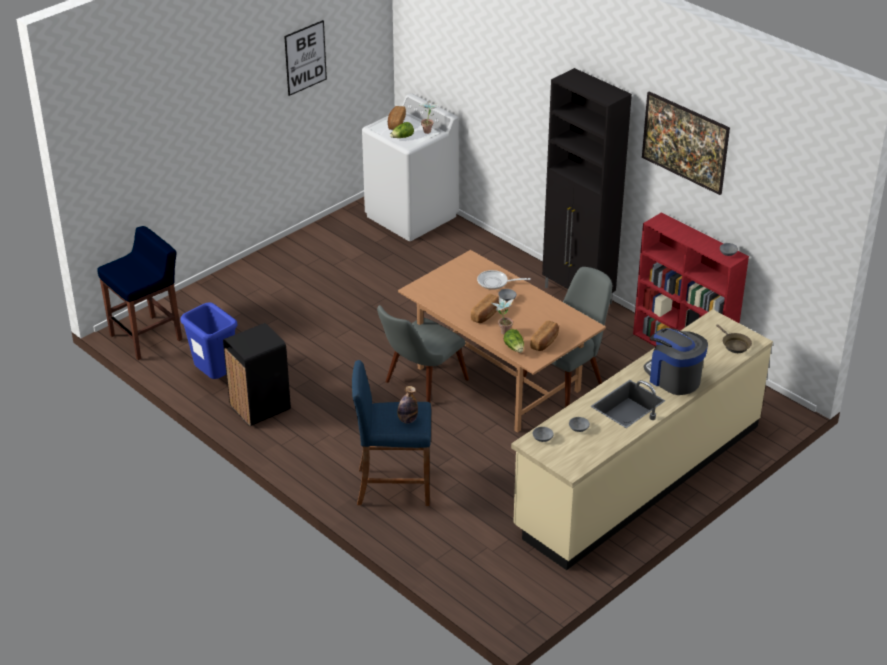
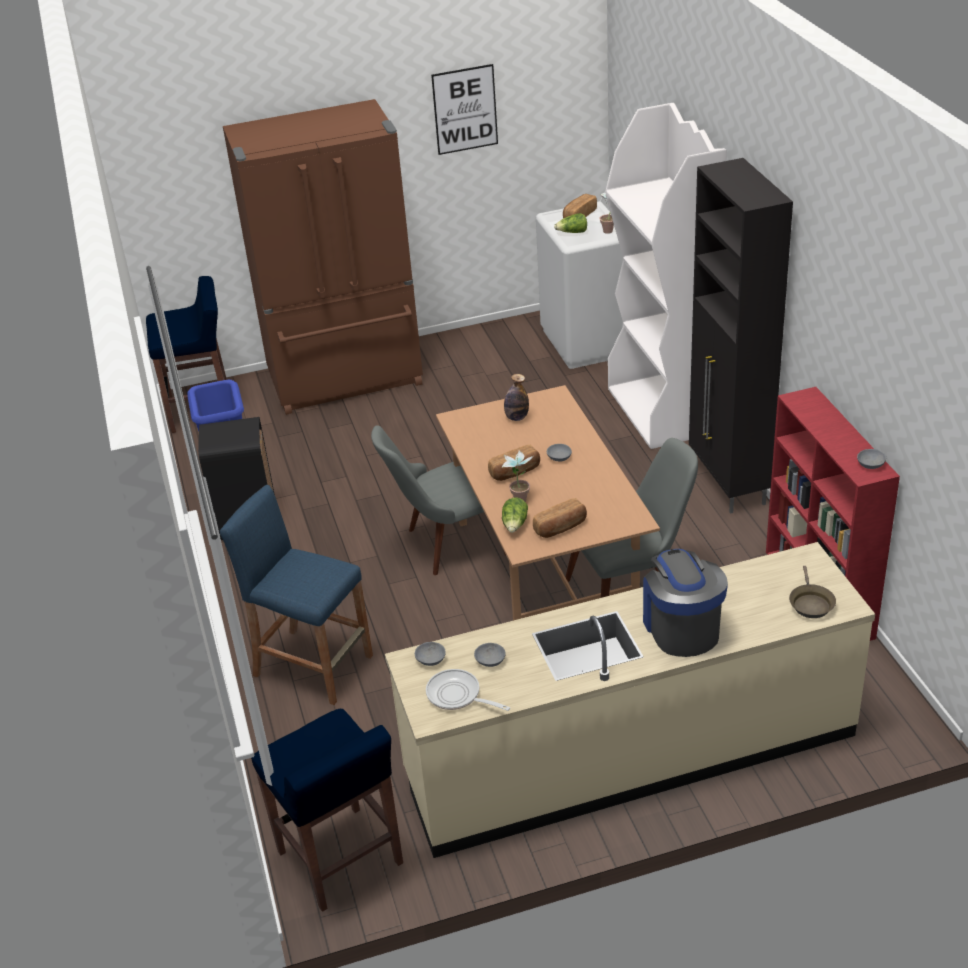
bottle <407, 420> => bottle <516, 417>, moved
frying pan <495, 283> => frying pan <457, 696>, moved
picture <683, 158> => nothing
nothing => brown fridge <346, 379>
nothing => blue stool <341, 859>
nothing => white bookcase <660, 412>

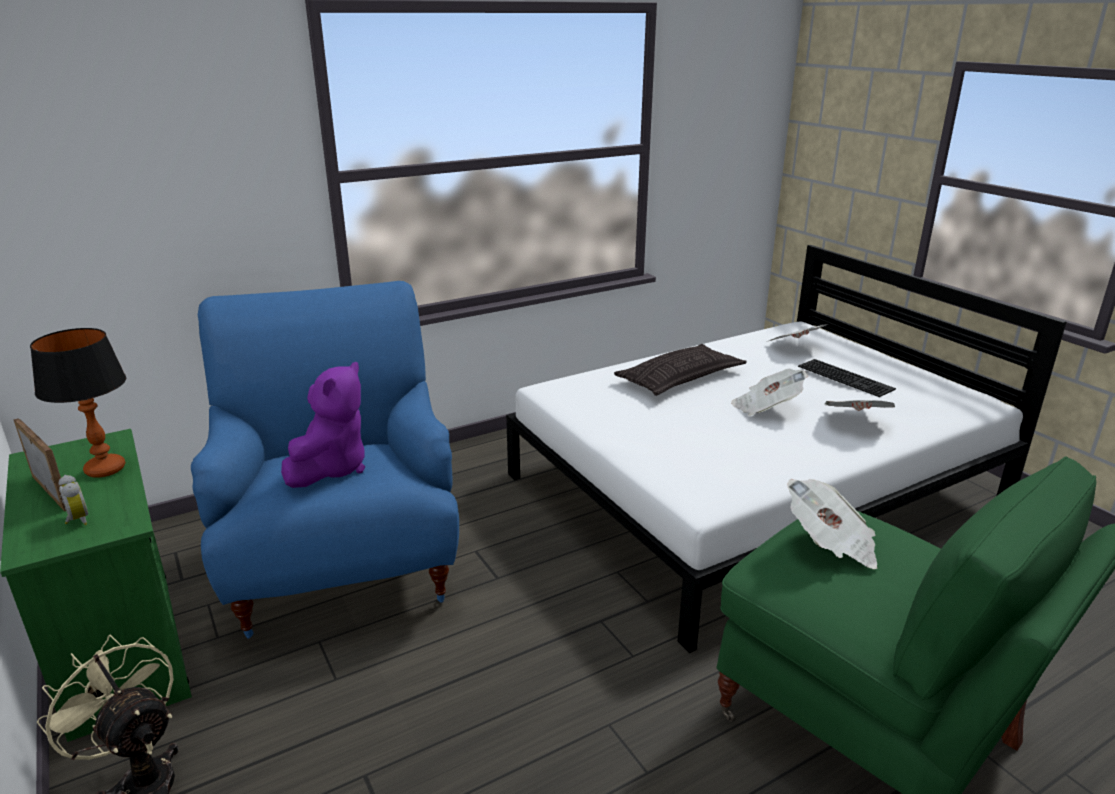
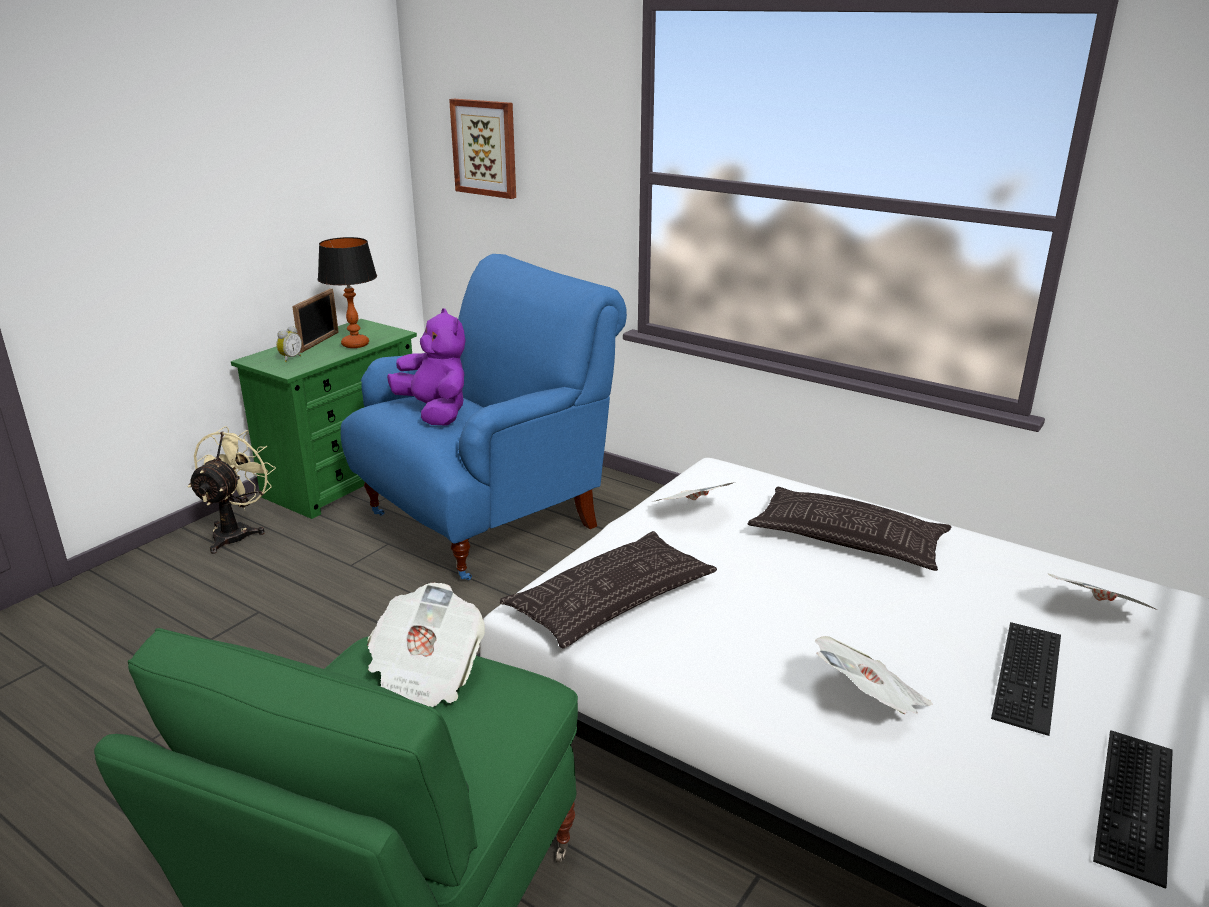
purple plush toy <331, 468> => purple plush toy <435, 412>, 120 degrees counterclockwise
newspaper <766, 408> => newspaper <691, 512>, moved
nothing => picture <485, 148>
nothing => pillow <611, 600>
nothing => keyboard <1139, 805>

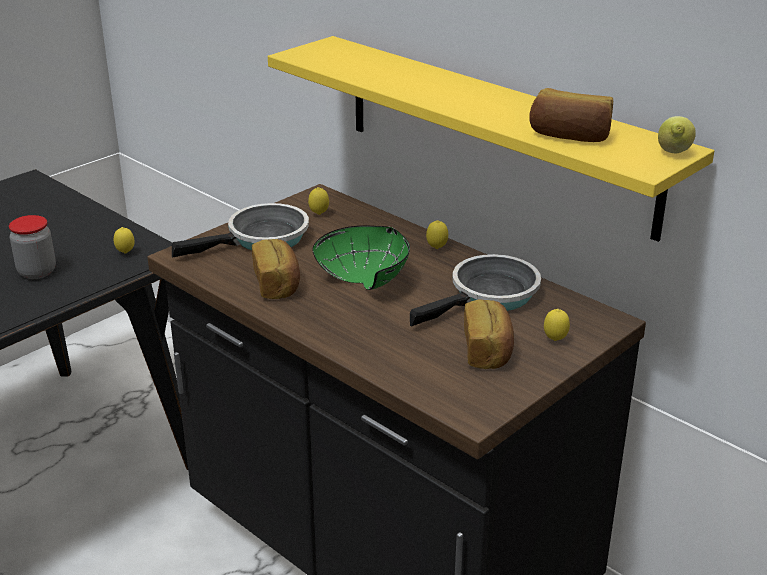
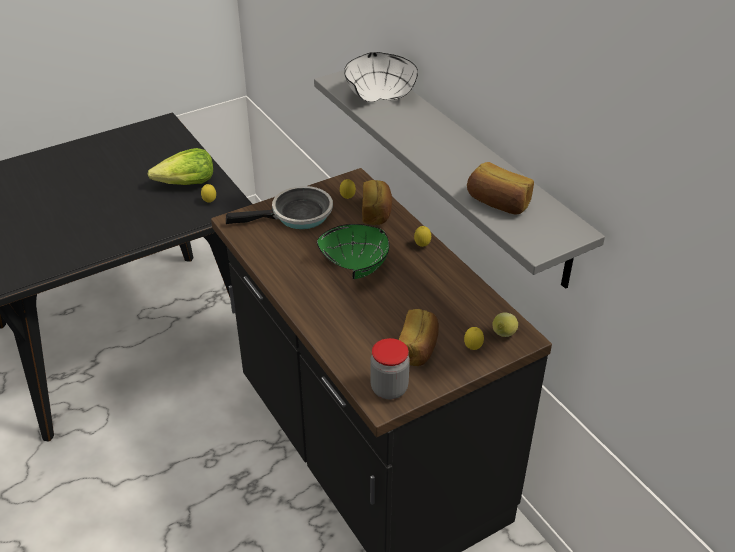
jar <37, 272> => jar <389, 388>, moved
bread <278, 284> => bread <377, 212>, moved
yellow shelf <495, 133> => grey shelf <470, 170>
frying pan <489, 296> => nothing
lemon <673, 154> => lemon <503, 335>, moved
nothing => lettuce <186, 184>
nothing => white bowl <377, 95>

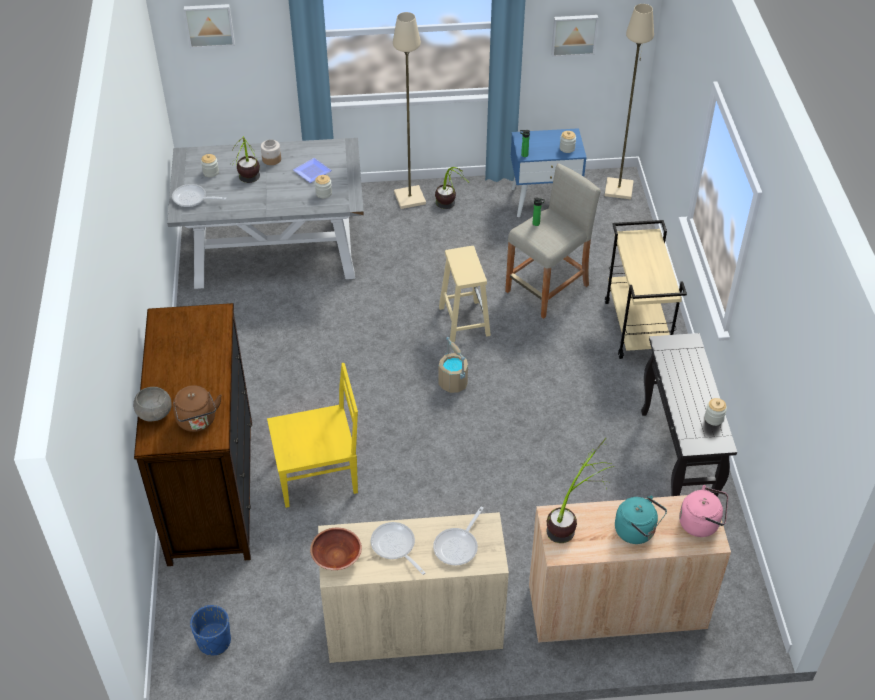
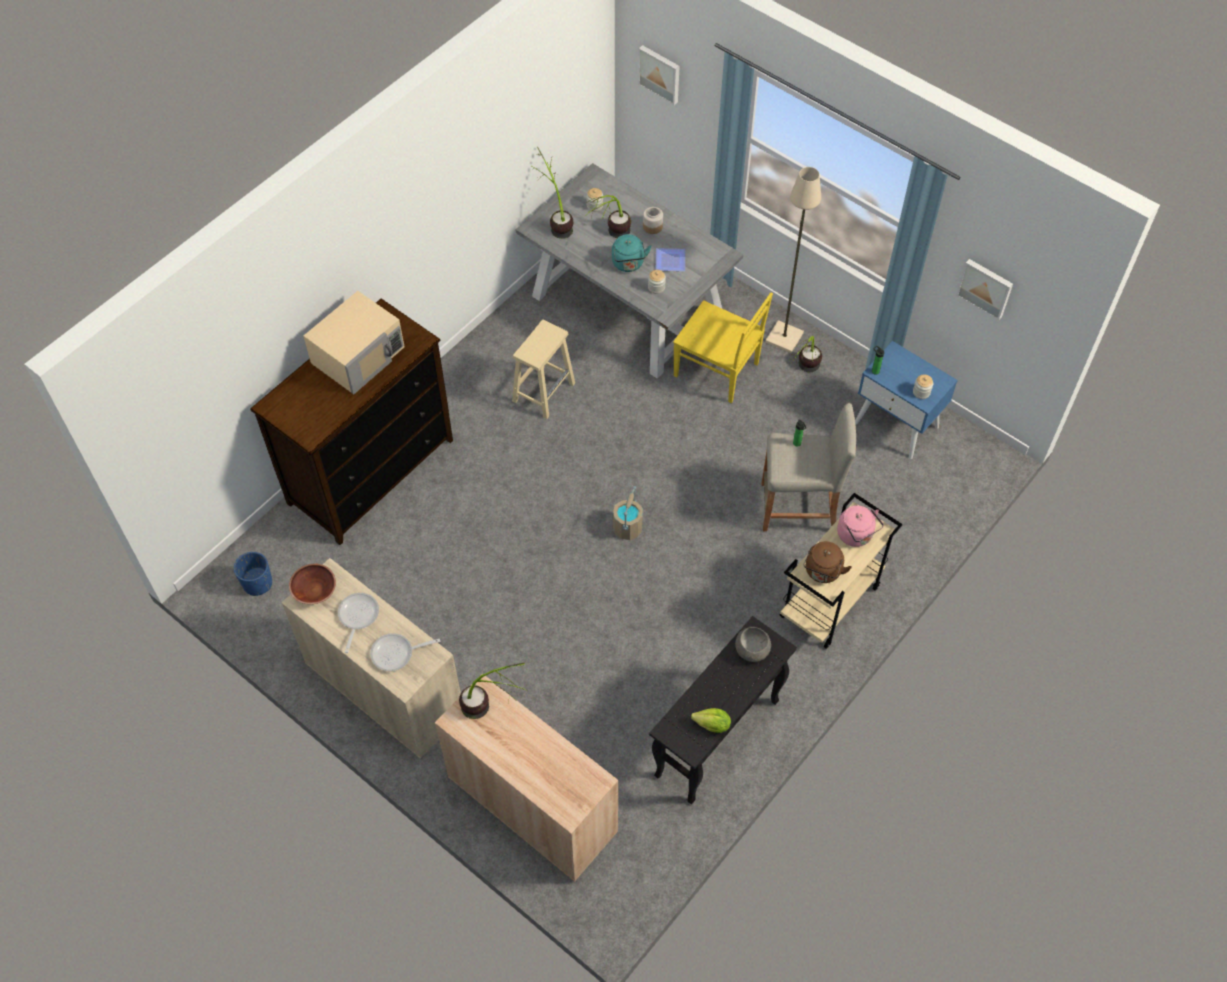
grey bowl <155, 412> => grey bowl <752, 650>, moved
frying pan <192, 199> => potted plant <555, 221>
brown kettle <198, 421> => brown kettle <822, 572>, moved
yellow chair <318, 475> => yellow chair <718, 371>, moved
beige stool <463, 320> => beige stool <544, 391>, moved
beige floor lamp <619, 189> => nothing
turquoise kettle <637, 531> => turquoise kettle <628, 264>, moved
pink kettle <701, 523> => pink kettle <856, 536>, moved
jar <714, 418> => lettuce <712, 725>
nothing => beige microwave <359, 355>

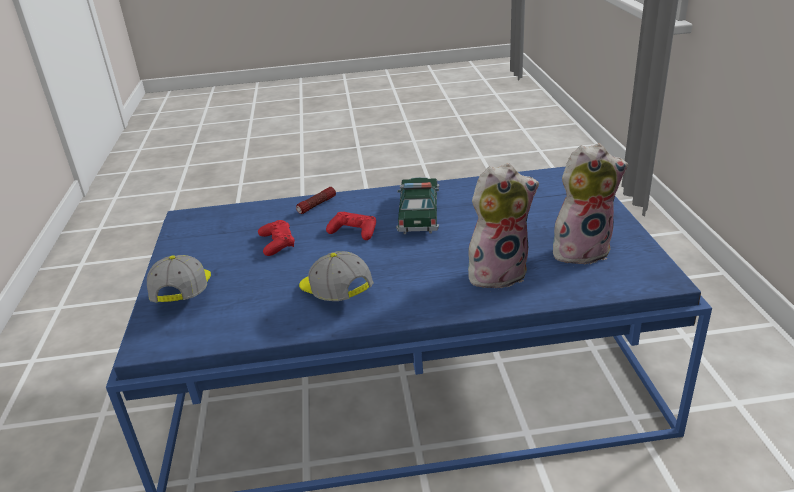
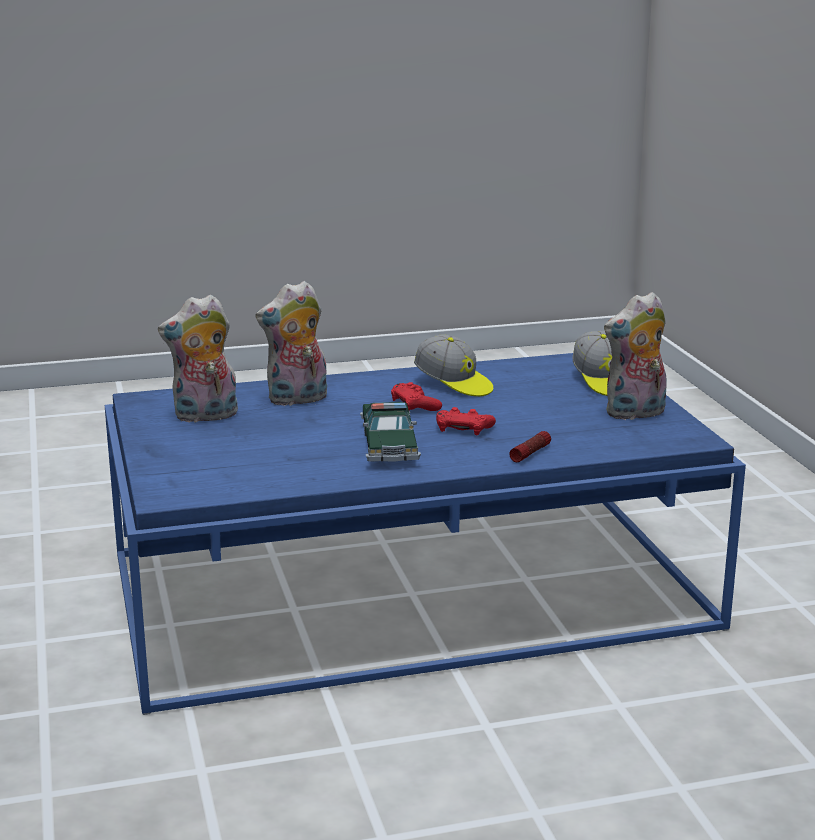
red game controller <277, 243> => red game controller <415, 405>, moved
nothing => plush toy <635, 414>

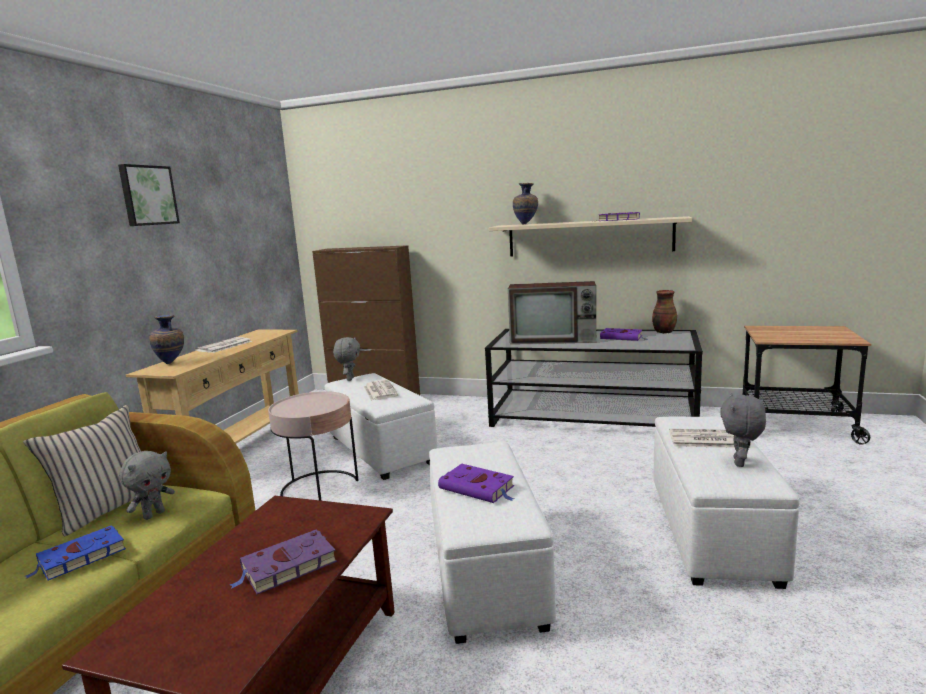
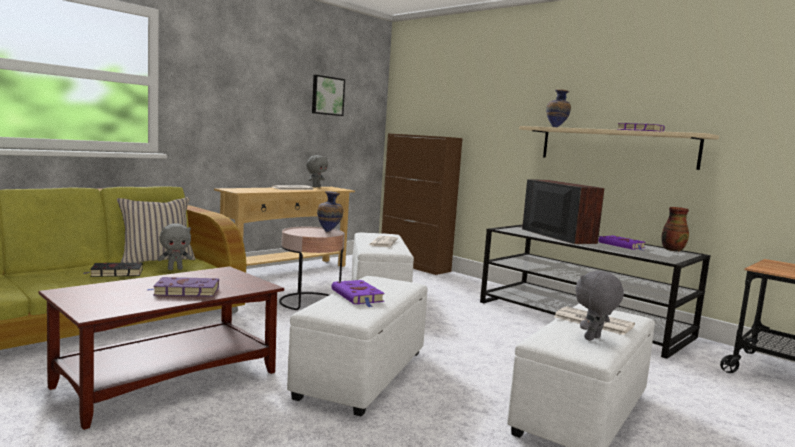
blue book <80, 557> => black book <115, 273>
picture <147, 195> => picture <327, 96>, moved
vase <171, 363> => vase <329, 231>, moved
grey plush toy <349, 379> => grey plush toy <316, 187>, moved
television <554, 339> => television <556, 235>, 150 degrees counterclockwise

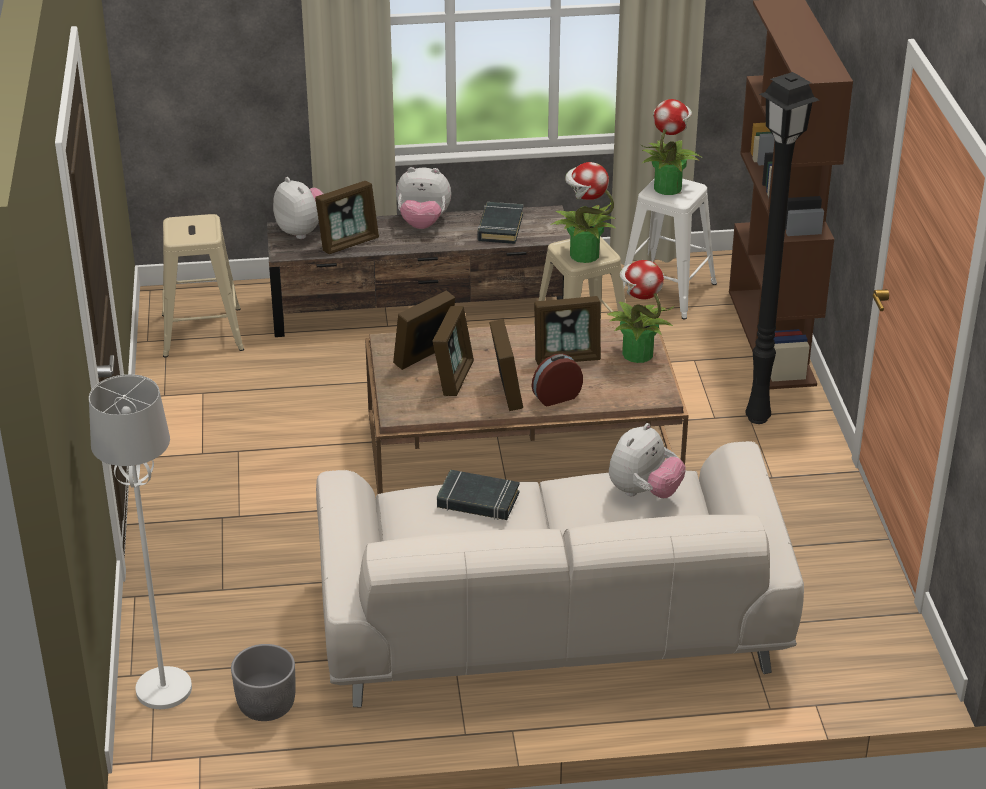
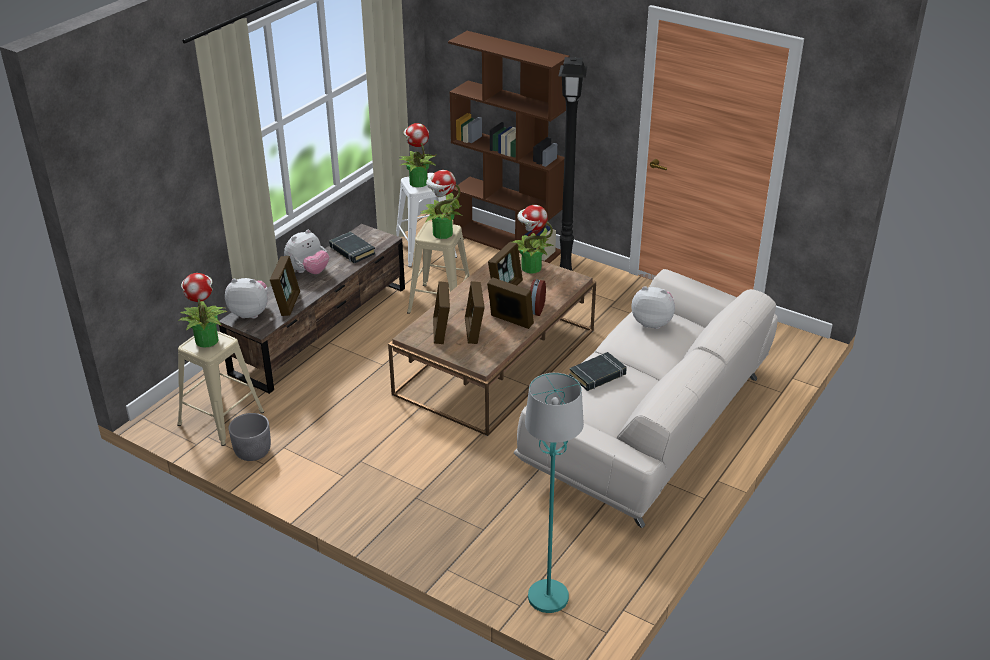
white floor lamp <164, 689> => turquoise floor lamp <548, 596>
grey planter <266, 705> => grey planter <253, 452>, moved
picture frame <454, 378> => picture frame <474, 331>, 150 degrees counterclockwise
plush toy <644, 492> => plush toy <652, 322>, 60 degrees counterclockwise
nothing => potted plant <206, 340>

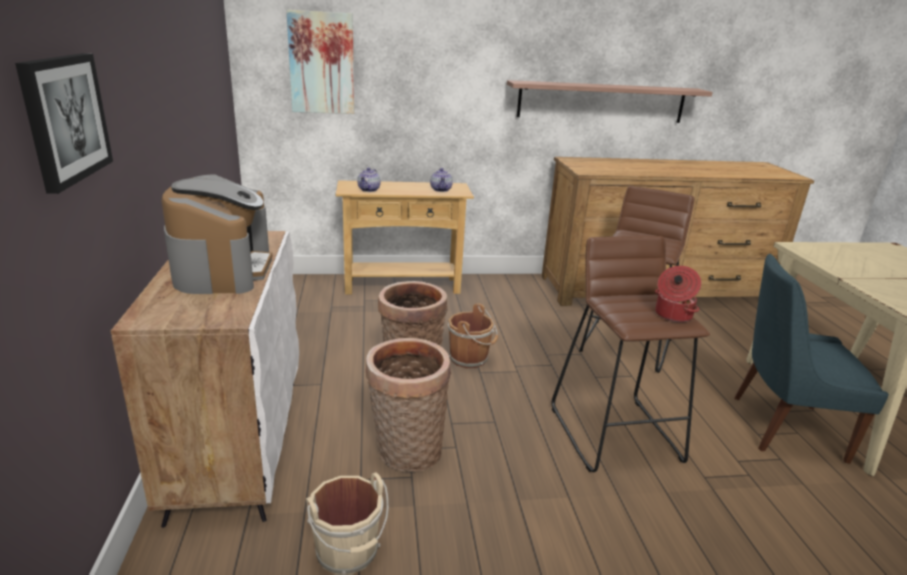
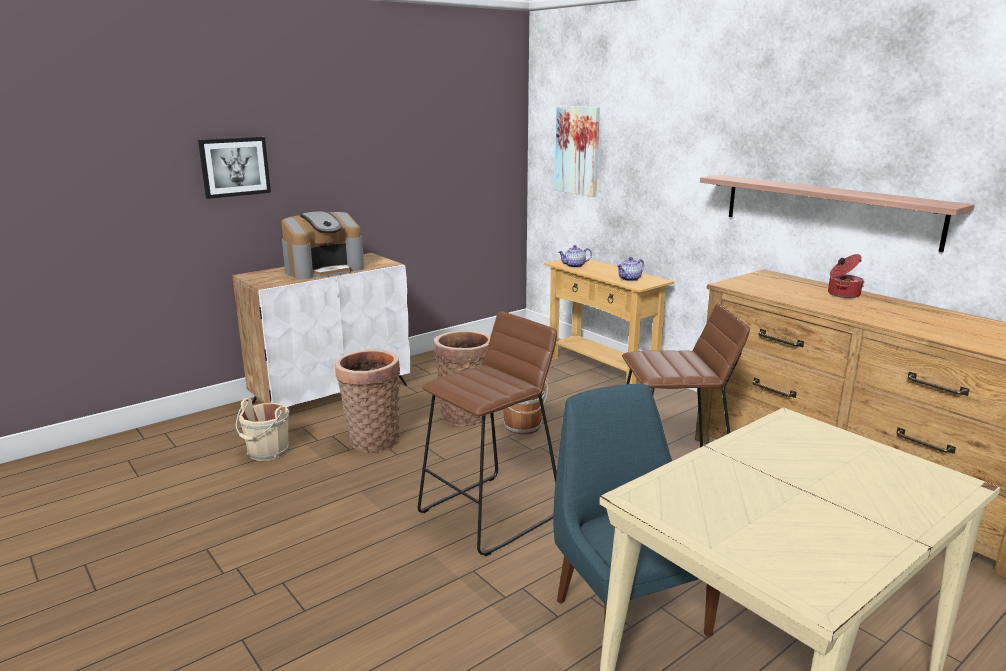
cooking pot <672, 315> => cooking pot <842, 294>, moved

